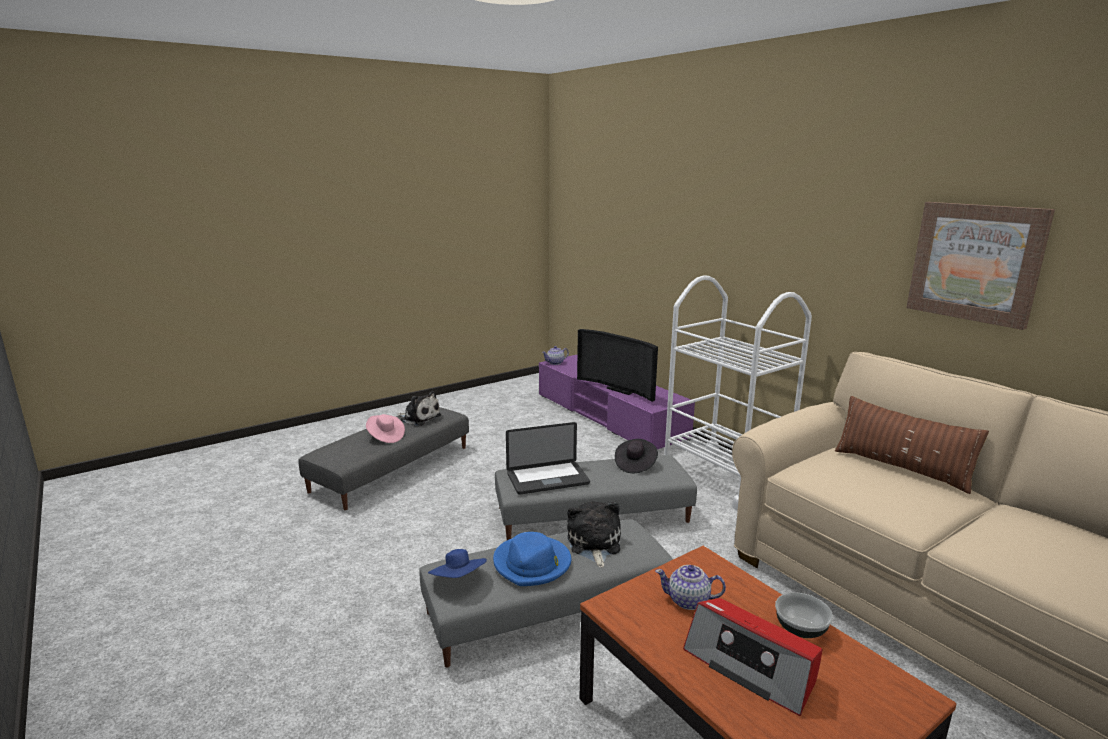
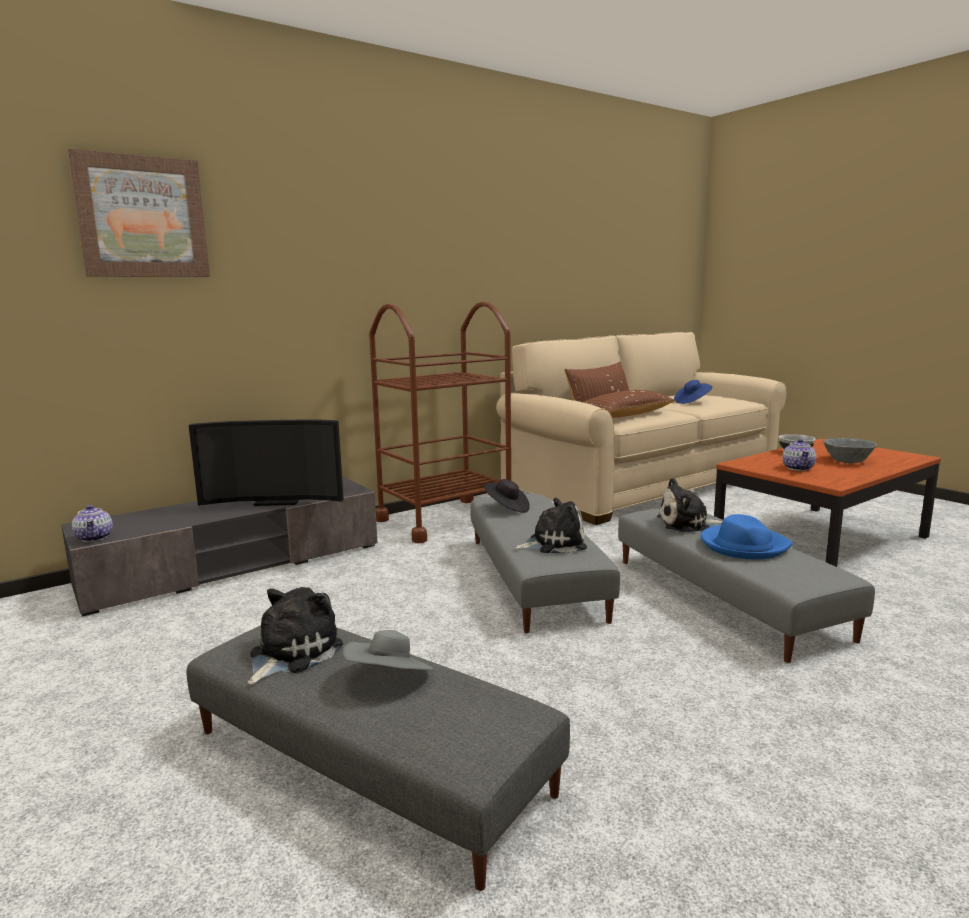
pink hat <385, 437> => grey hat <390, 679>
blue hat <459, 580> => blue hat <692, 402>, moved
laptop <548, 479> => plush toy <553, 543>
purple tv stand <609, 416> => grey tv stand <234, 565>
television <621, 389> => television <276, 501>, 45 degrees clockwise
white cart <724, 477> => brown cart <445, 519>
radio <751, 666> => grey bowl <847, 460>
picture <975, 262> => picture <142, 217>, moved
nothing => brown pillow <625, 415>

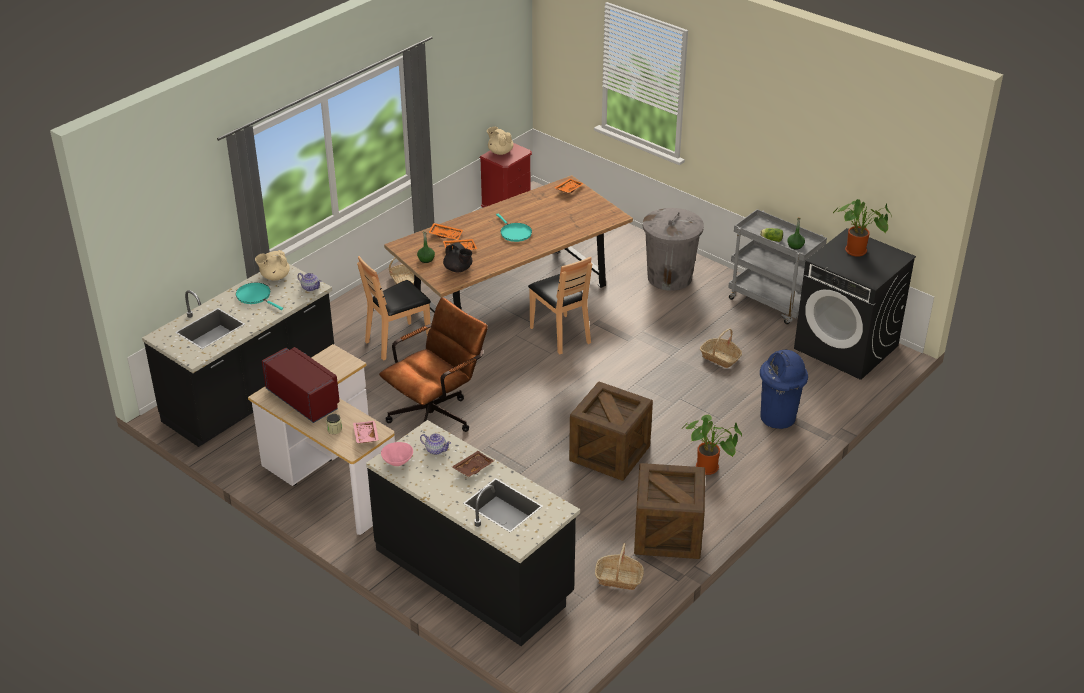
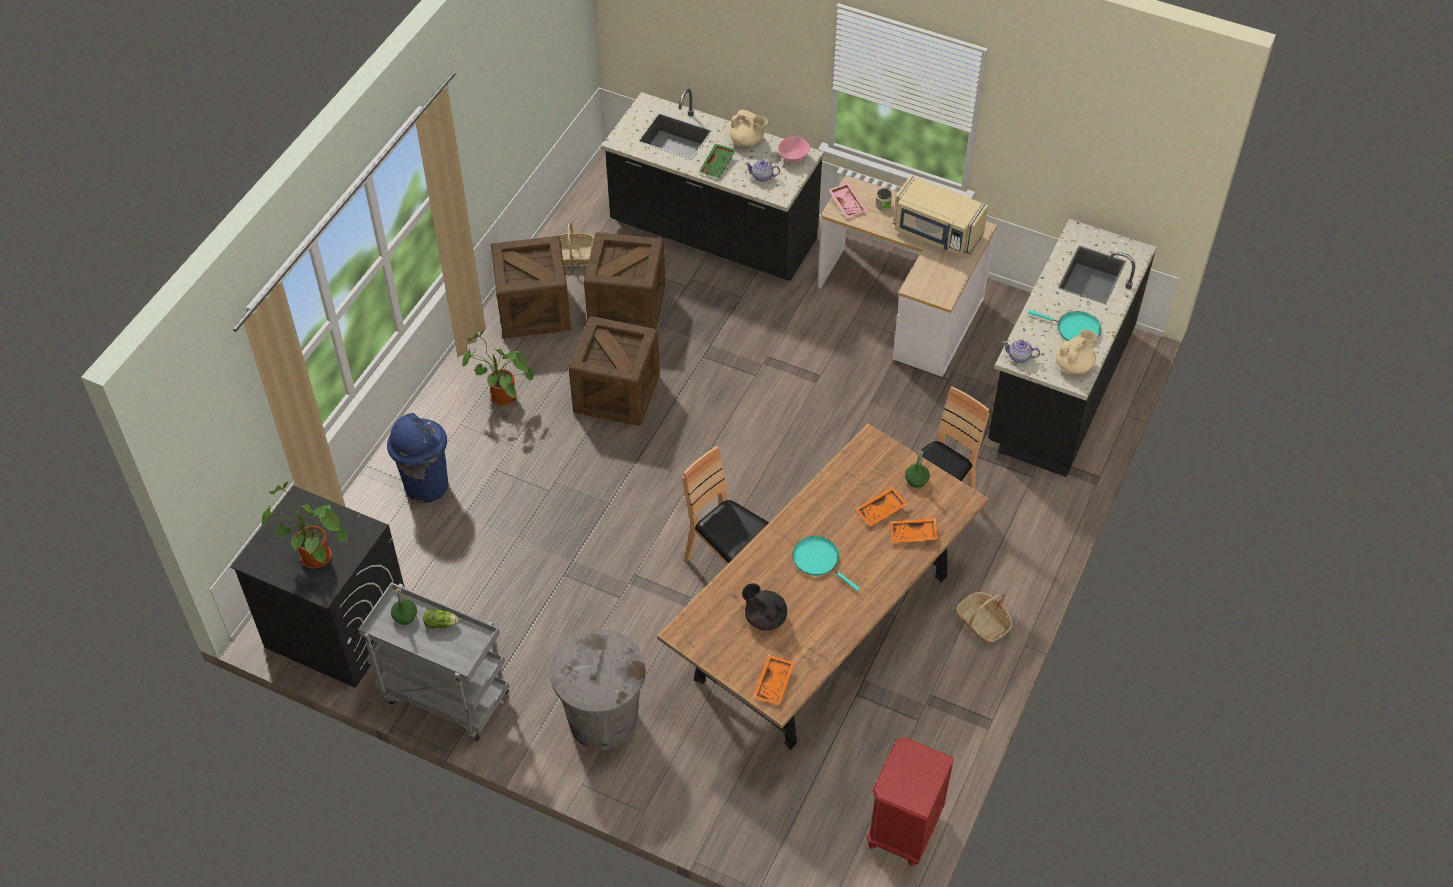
red microwave <304, 399> => beige microwave <936, 233>
brown office chair <437, 415> => nothing
black teapot <458, 269> => black teapot <764, 617>, moved
brown tray <472, 468> => green tray <718, 165>
beige teapot <500, 152> => beige teapot <747, 140>, moved
basket <720, 358> => nothing
nothing => crate <627, 306>

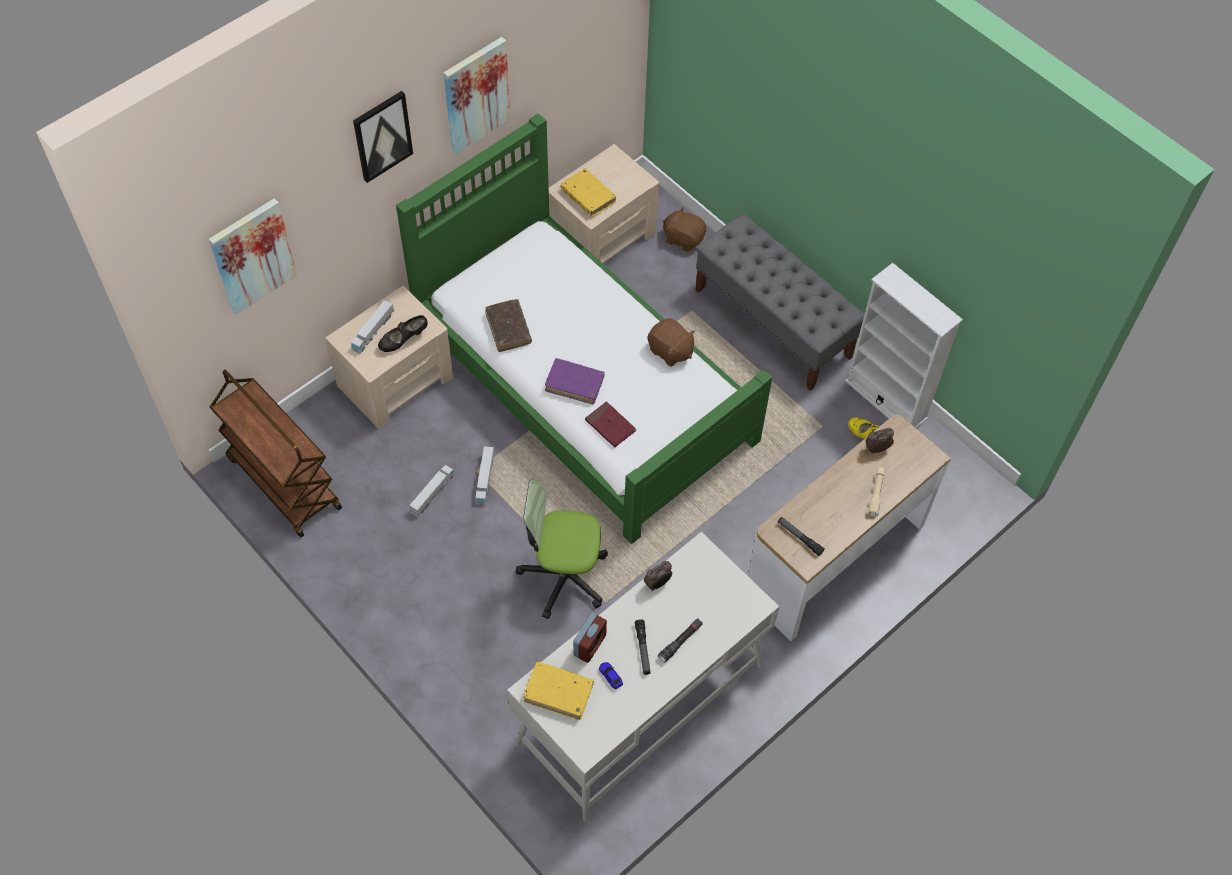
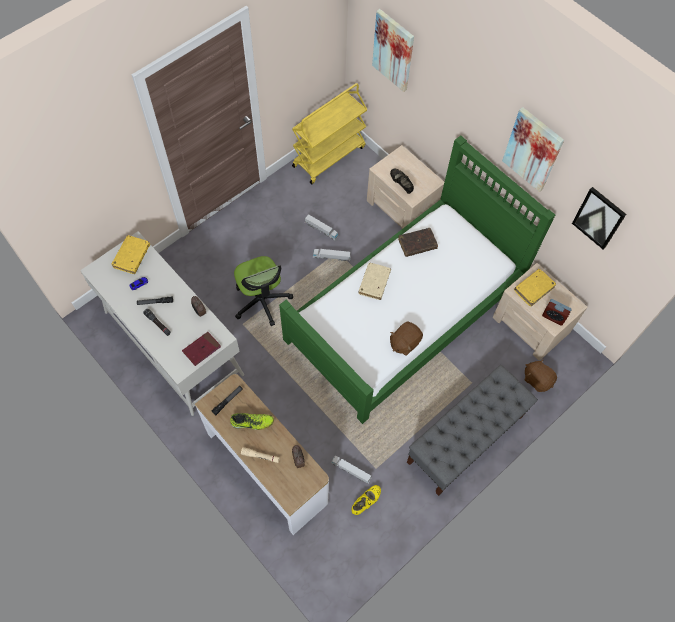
brown cart <283, 483> => yellow cart <329, 156>
toy truck <373, 331> => toy truck <350, 470>, moved
picture <382, 136> => picture <599, 218>, moved
office chair <564, 576> => office chair <262, 301>, 150 degrees clockwise
purple book <574, 384> => beige book <374, 283>
alarm clock <589, 645> => alarm clock <553, 317>, moved
red book <610, 426> => red book <201, 349>, moved
brown plush toy <683, 238> => brown plush toy <537, 379>, 75 degrees counterclockwise
white bookcase <886, 399> => nothing
nothing => shoe <252, 422>

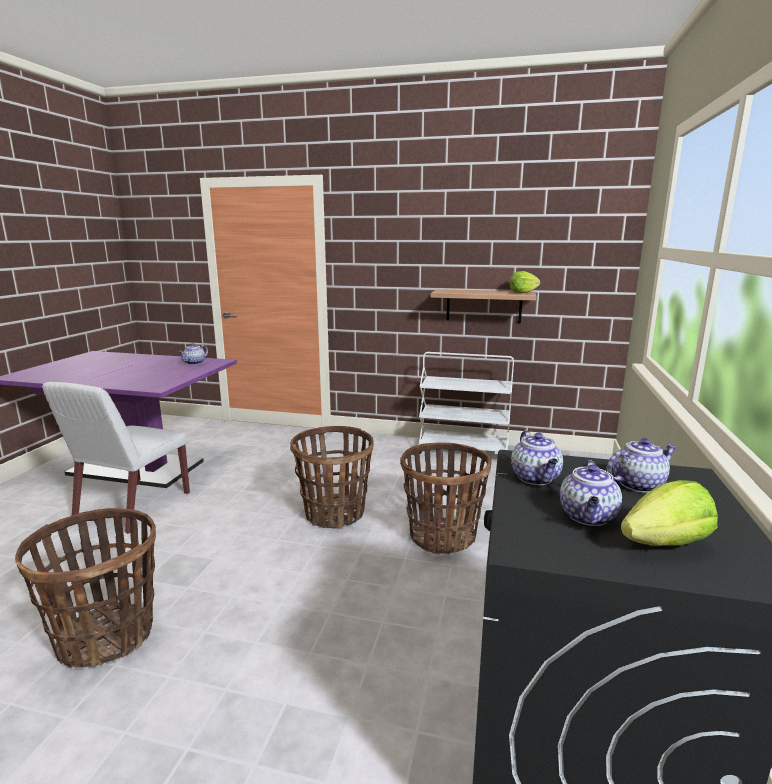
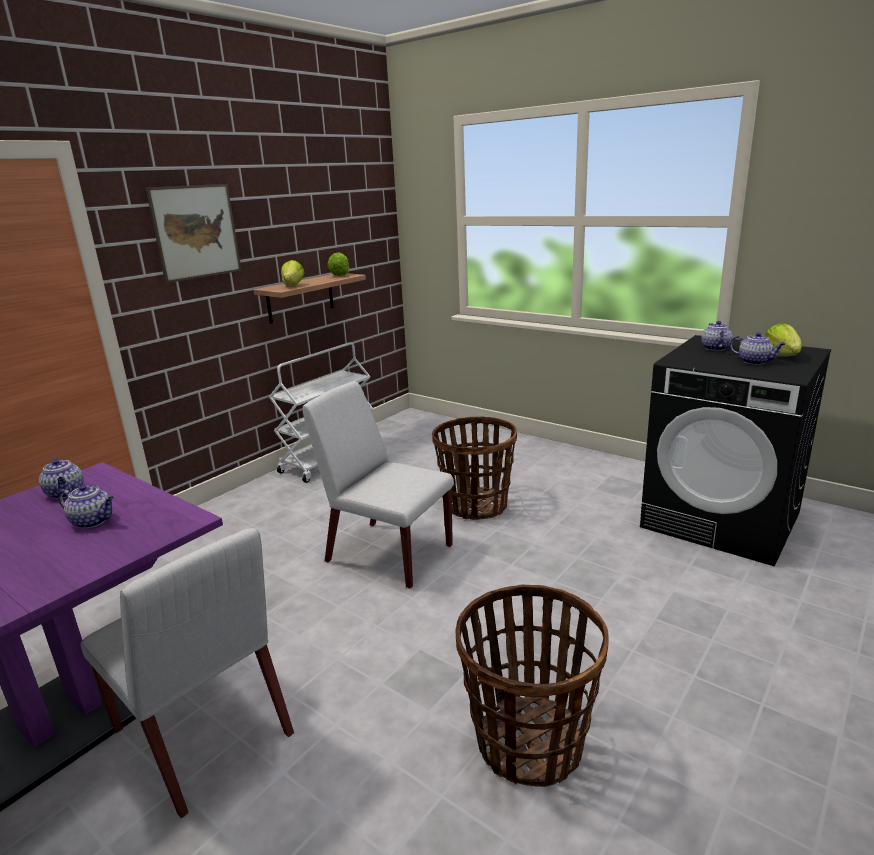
basket <334, 513> => white chair <388, 553>
teapot <536, 478> => teapot <93, 521>, moved
nothing => picture <196, 232>
nothing => lettuce <293, 285>

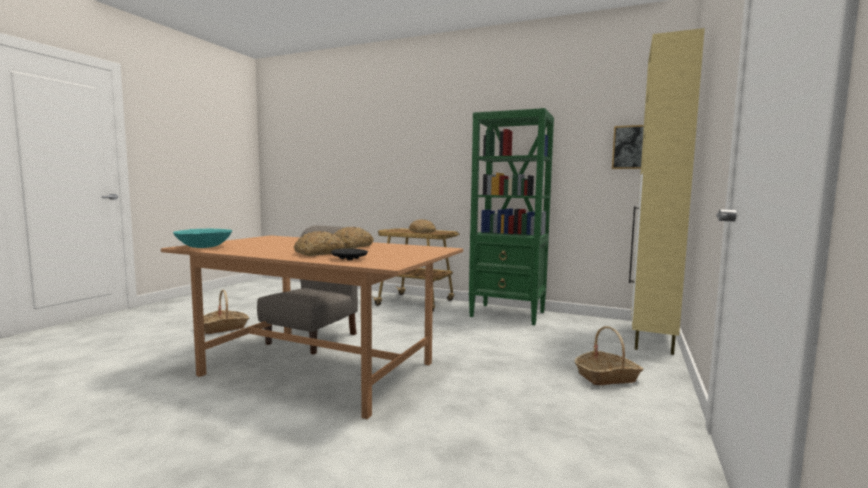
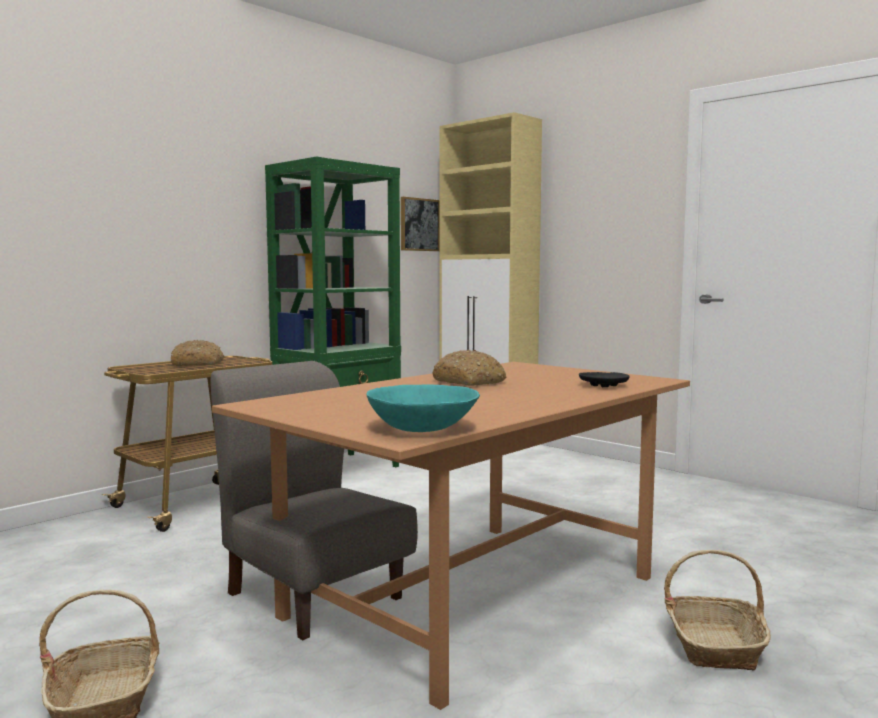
bread <318, 253> => nothing
basket <607, 377> => basket <714, 645>, moved

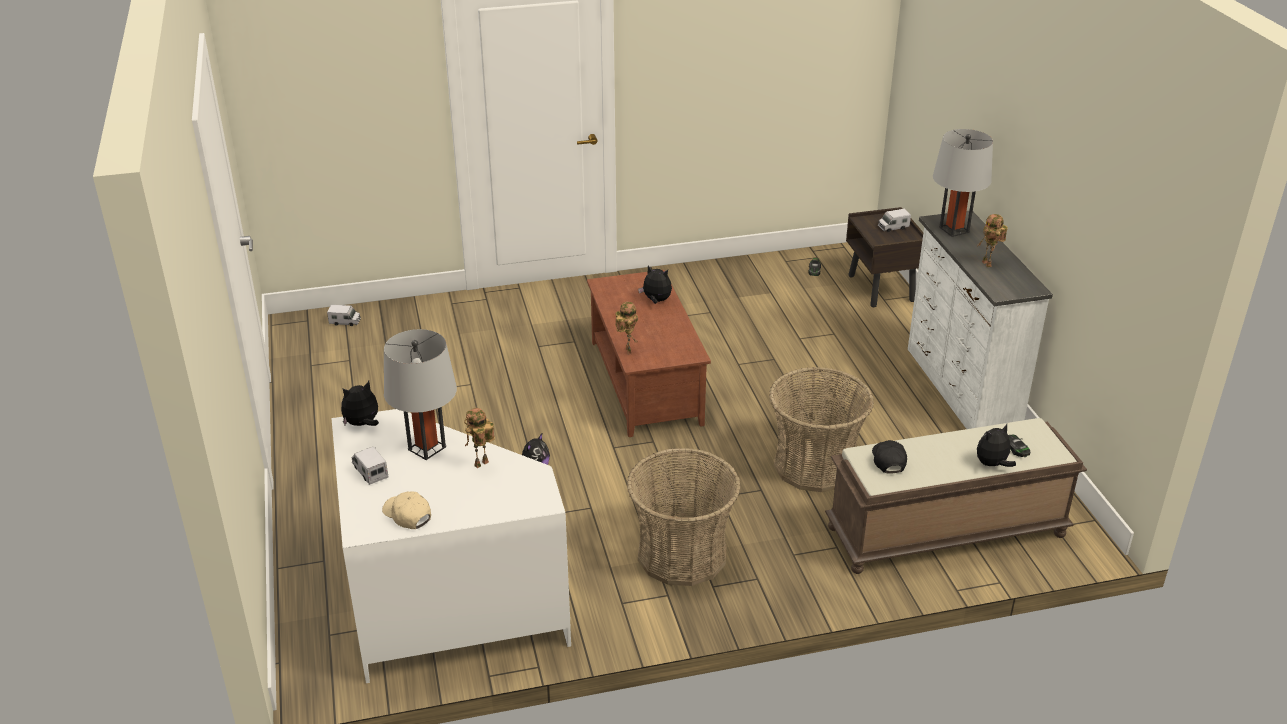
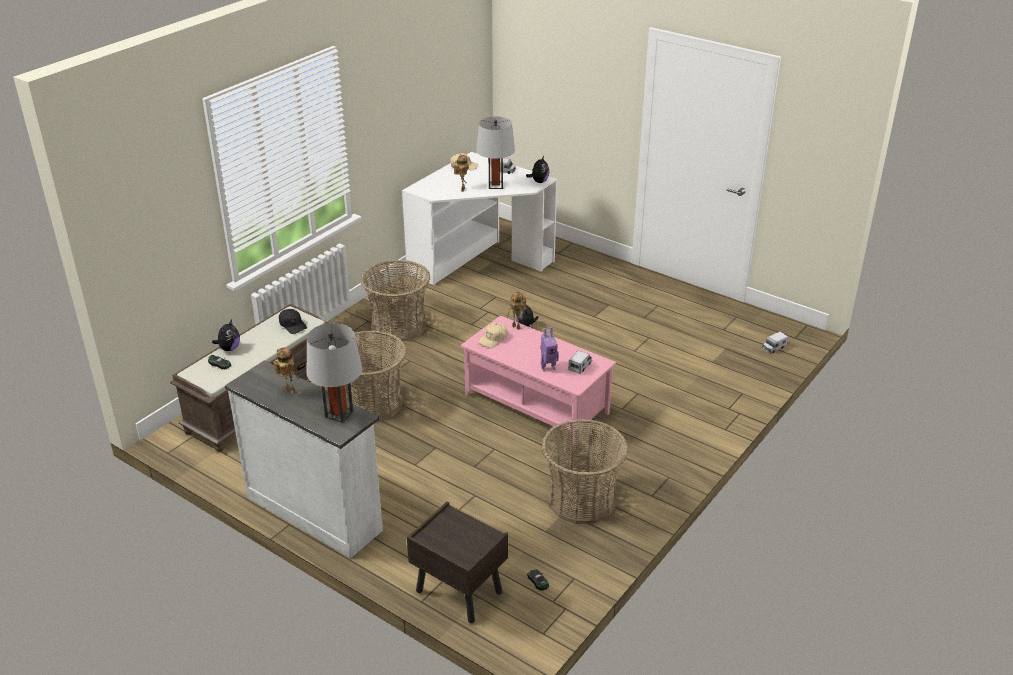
brown coffee table <644, 382> => pink coffee table <537, 403>
plush toy <656, 301> => toy robot <548, 367>
toy truck <893, 227> => toy truck <580, 366>, moved
nothing => beige cap <493, 339>
nothing => basket <582, 500>

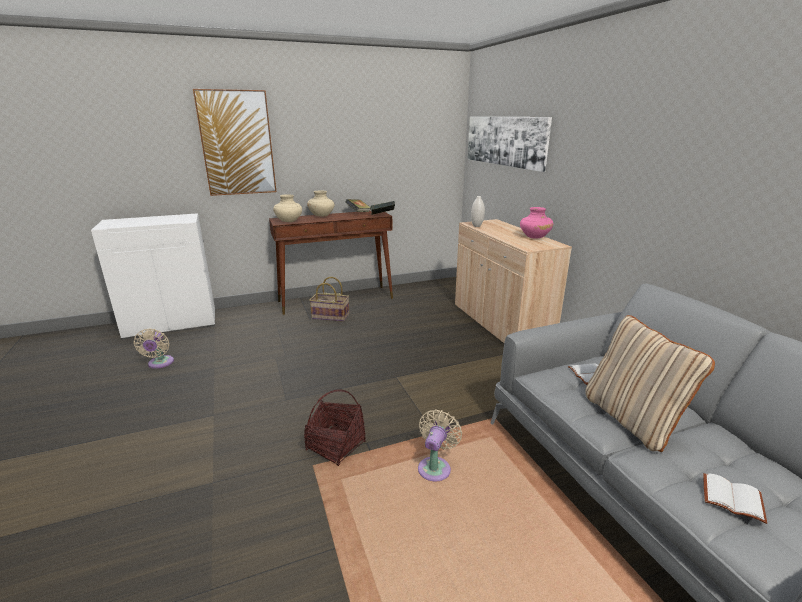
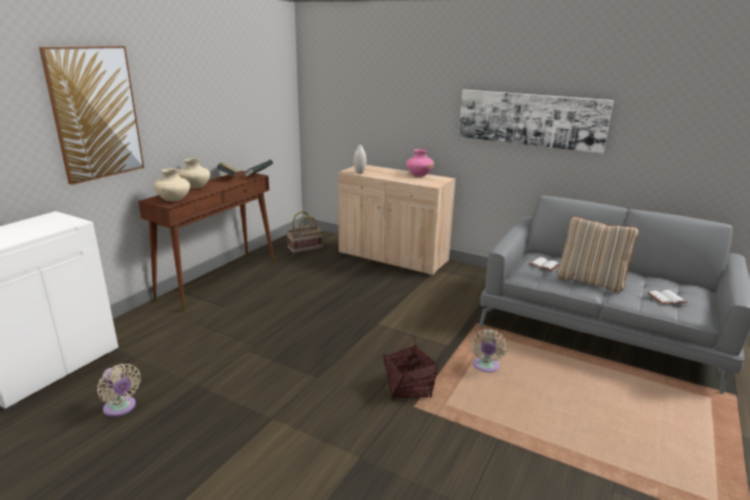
basket <330, 316> => basket <305, 248>, moved
beige fan <435, 467> => beige fan <485, 367>, 150 degrees counterclockwise
picture <505, 141> => picture <530, 119>, moved

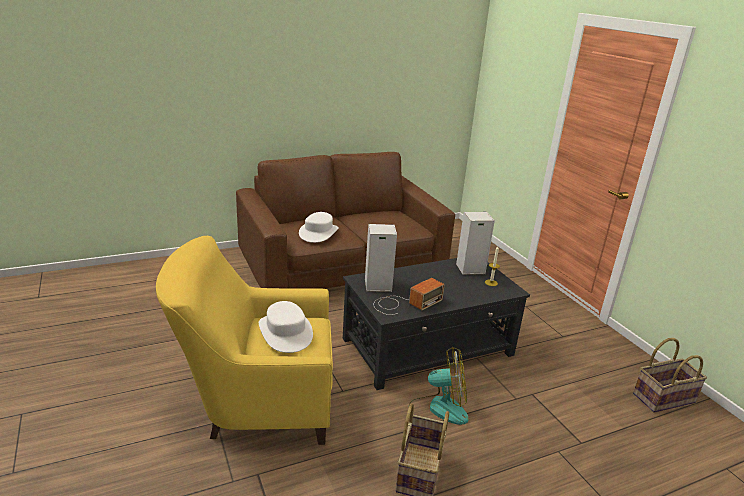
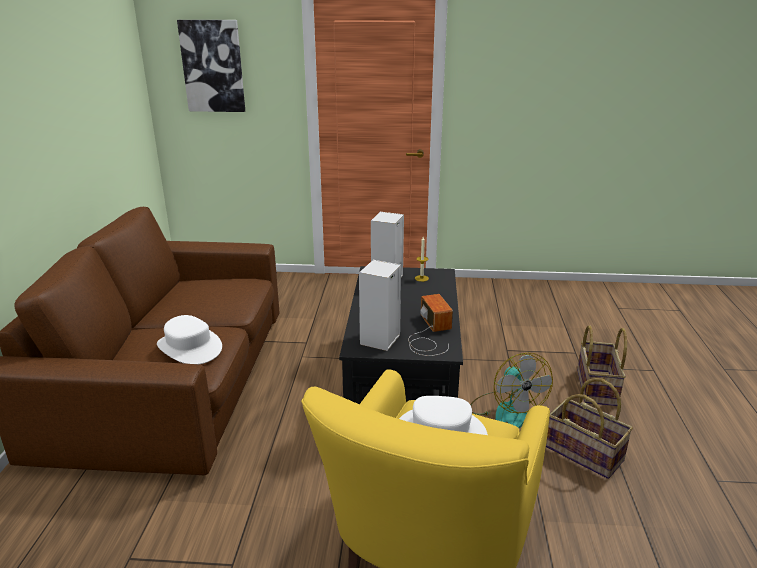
fan <438, 411> => fan <506, 411>, 135 degrees clockwise
basket <663, 397> => basket <595, 387>, moved
nothing => picture <213, 66>

